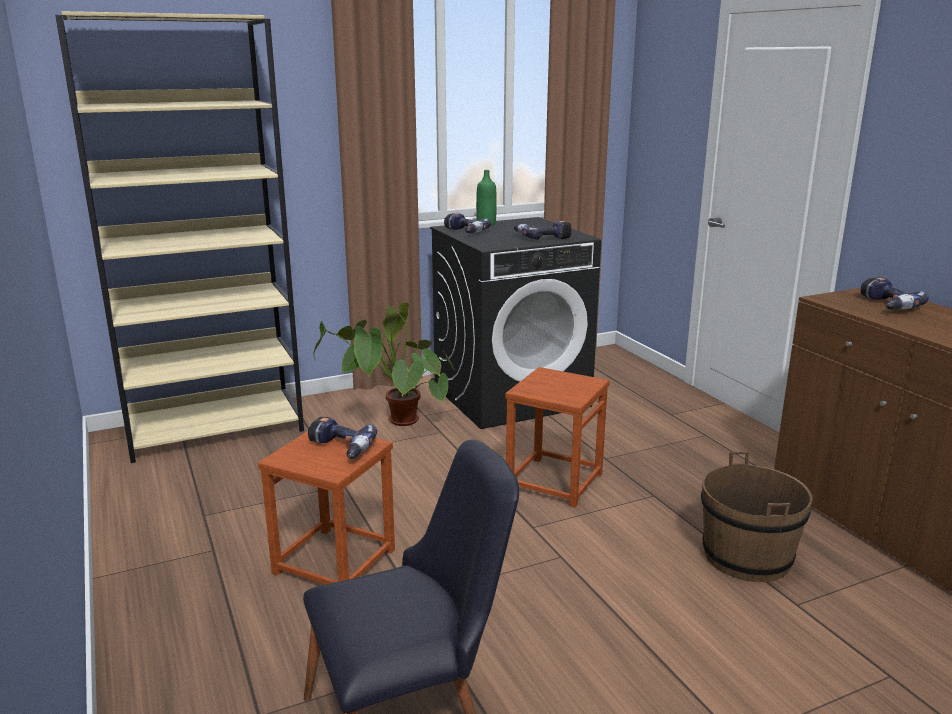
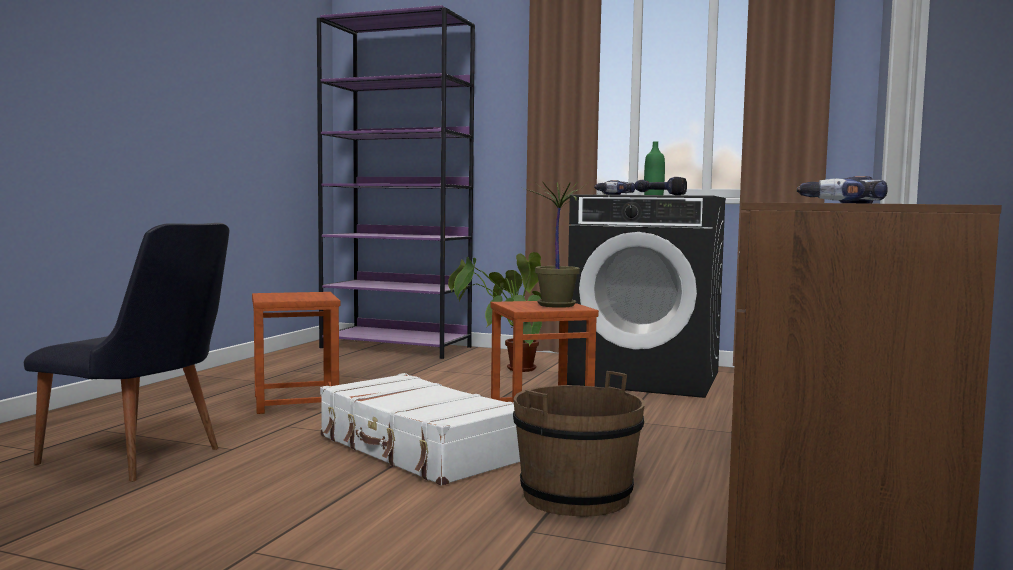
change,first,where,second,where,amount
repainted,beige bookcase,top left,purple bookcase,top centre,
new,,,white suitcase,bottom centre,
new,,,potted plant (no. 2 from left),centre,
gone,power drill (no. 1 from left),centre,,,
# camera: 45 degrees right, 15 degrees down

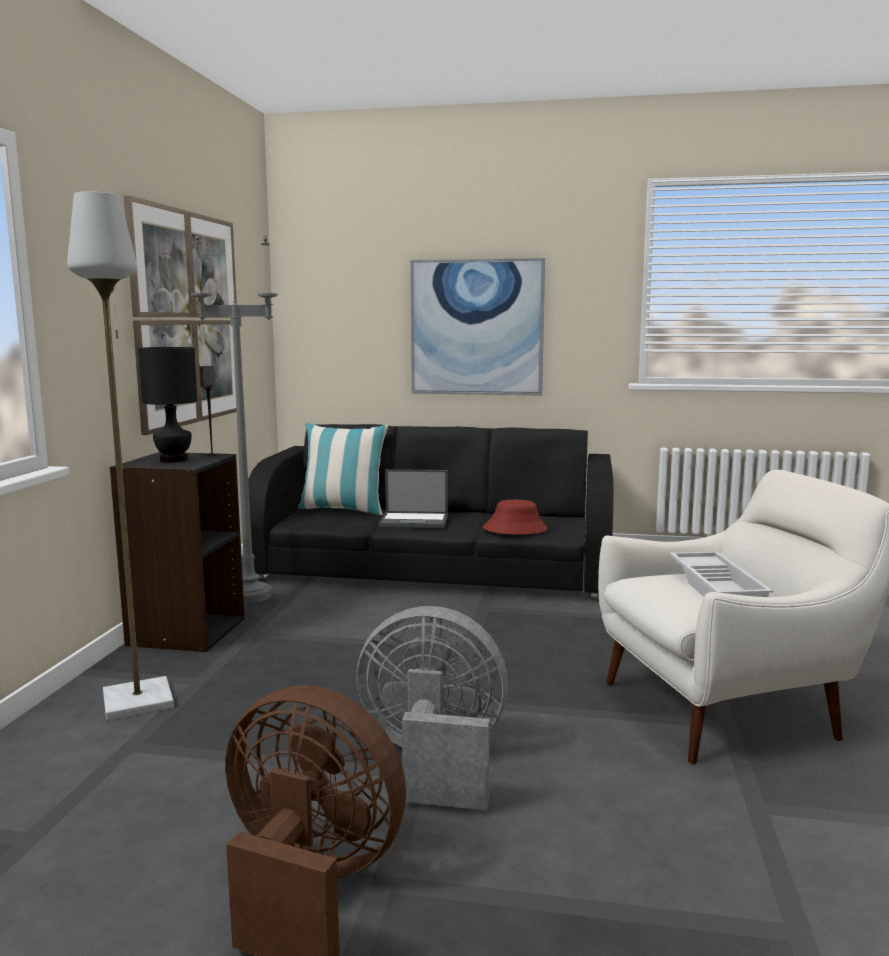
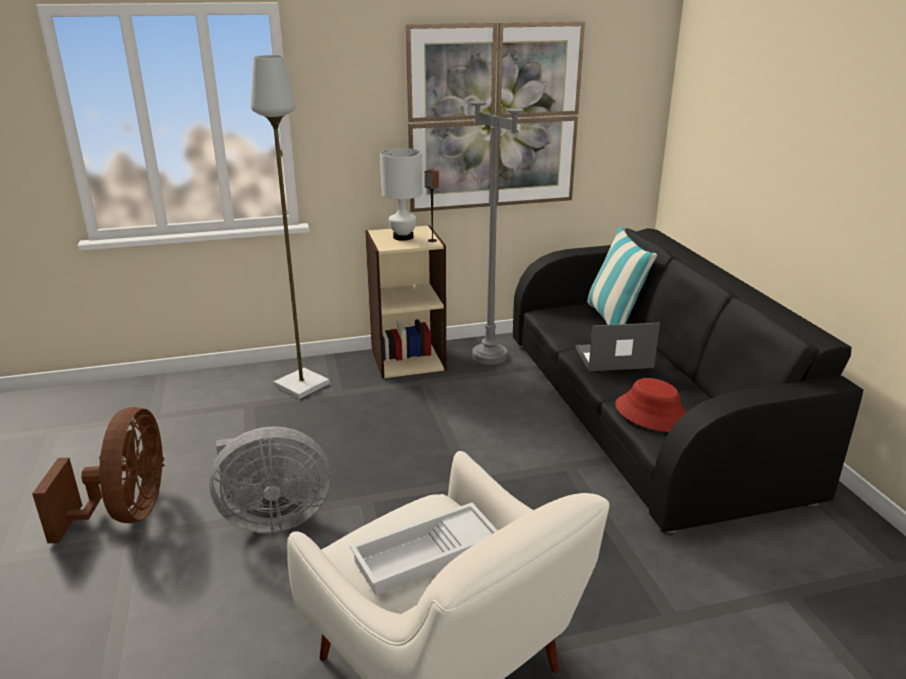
change,first,where,second,where,amount
rotated,grey fan,bottom centre,,bottom left,90 degrees clockwise
repainted,black bookcase,middle left,beige bookcase,centre,
repainted,black table lamp,middle left,white table lamp,top centre,
rotated,laptop,centre,,middle right,105 degrees clockwise
gone,picture (no. 2 from left),centre,,,
# camera: 65 degrees right, 15 degrees up

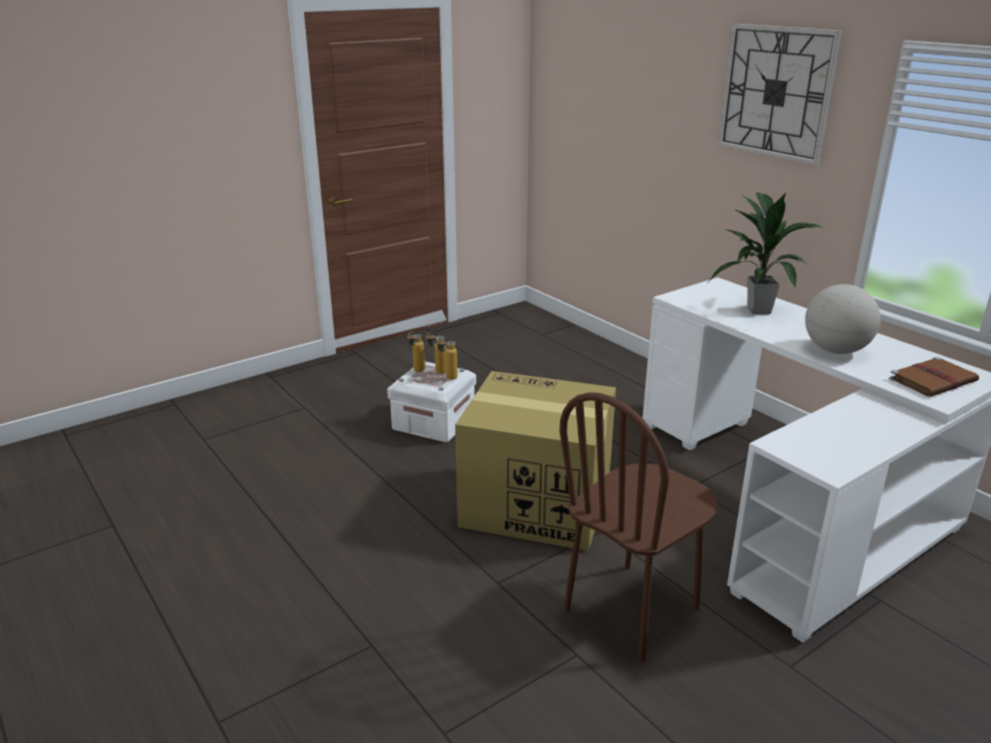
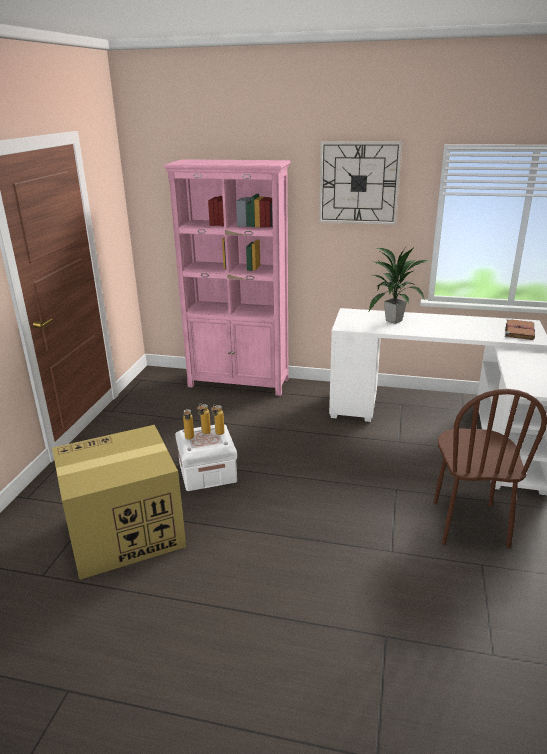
change,first,where,second,where,amount
shifted,cardboard box,centre,,middle left,
new,,,pink bookcase,centre,
gone,globe,middle right,,,
# camera: 40 degrees left, 0 degrees up

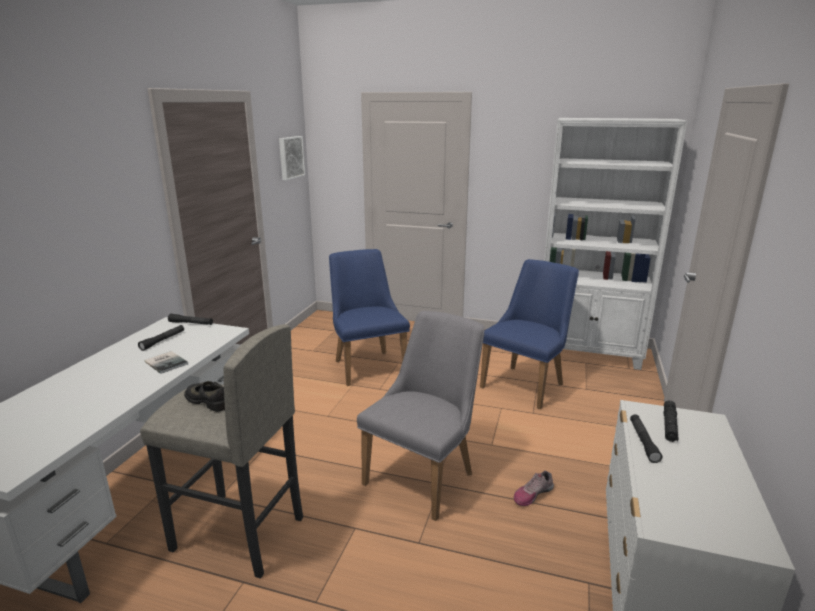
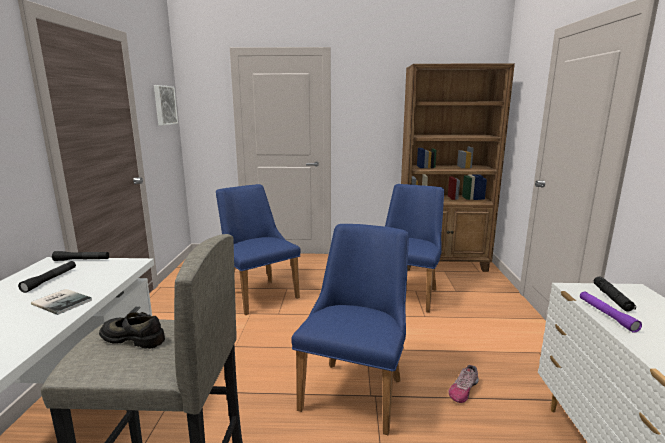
change,first,where,second,where,amount
repainted,grey chair,bottom centre,blue chair (no. 2 from left),bottom centre,
repainted,white bookcase,middle right,brown bookcase,middle right,
repainted,black flashlight (no. 3 from left),bottom right,purple flashlight,bottom right,
# camera: 15 degrees left, 5 degrees down

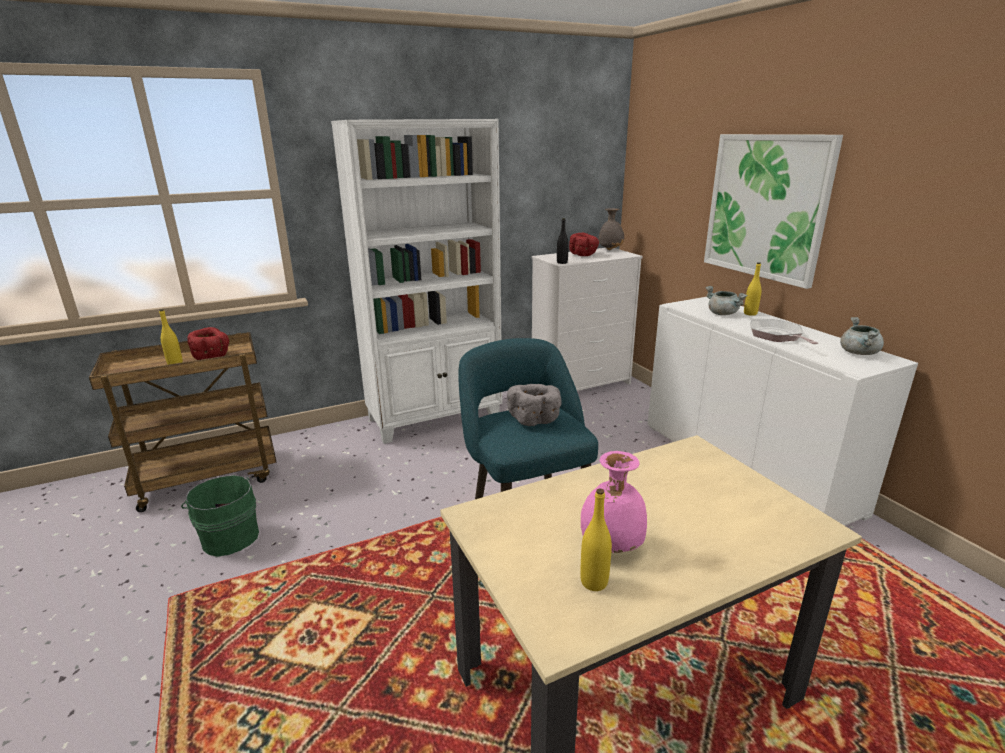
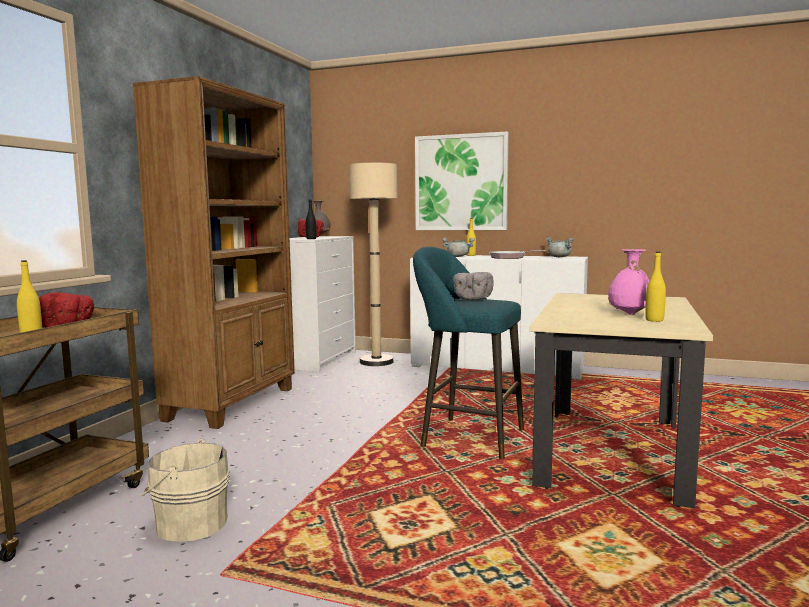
change,first,where,second,where,amount
repainted,white bookcase,centre,brown bookcase,middle left,
repainted,green bucket,bottom left,beige bucket,bottom left,
new,,,beige floor lamp,centre,
# camera: 45 degrees left, 15 degrees down

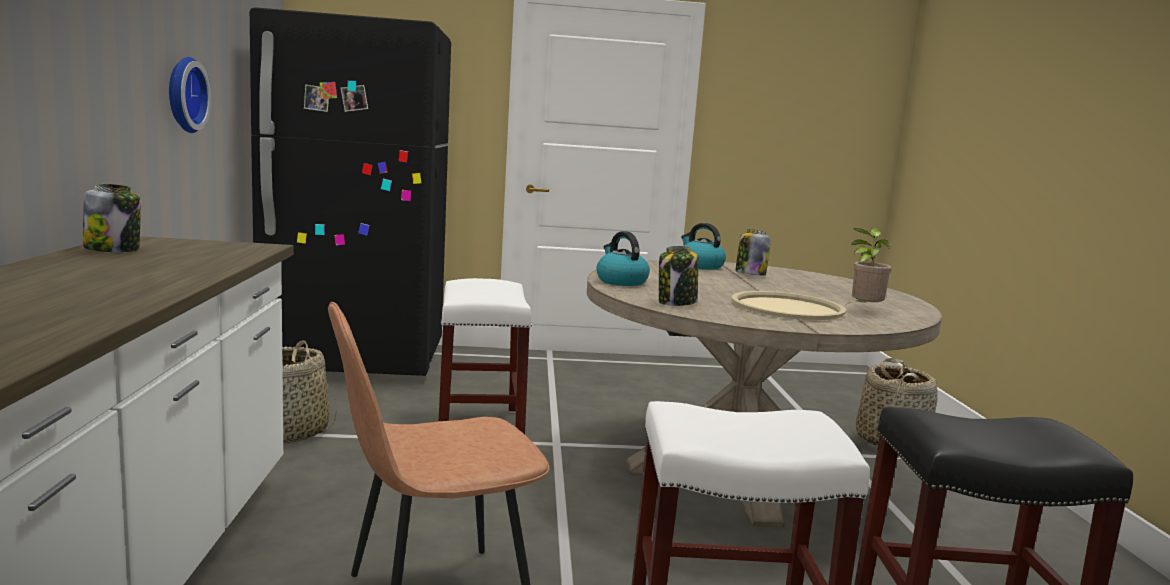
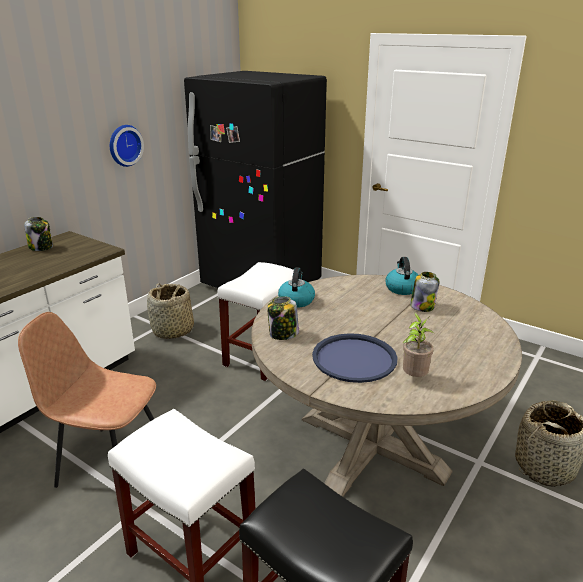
change,first,where,second,where,amount
repainted,beige tray,middle right,blue tray,centre,
# camera: 40 degrees right, 15 degrees up

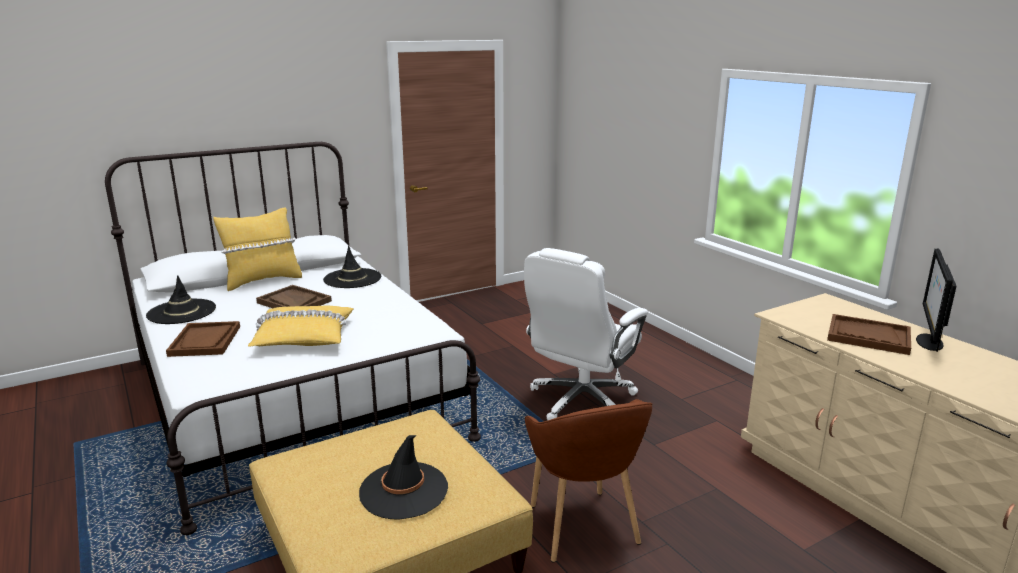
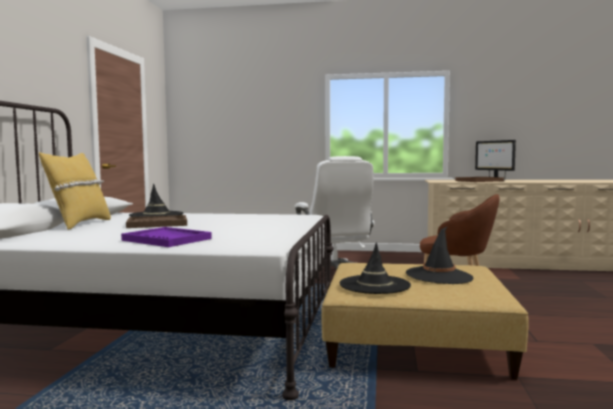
change,first,where,second,where,amount
repainted,brown tray (no. 1 from left),middle left,purple tray,middle left,
shifted,black hat (no. 1 from left in the first image),middle left,black hat (no. 2 from left),centre,
gone,yellow pillow (no. 2 from left),middle left,,,
# camera: 50 degrees left, 15 degrees down

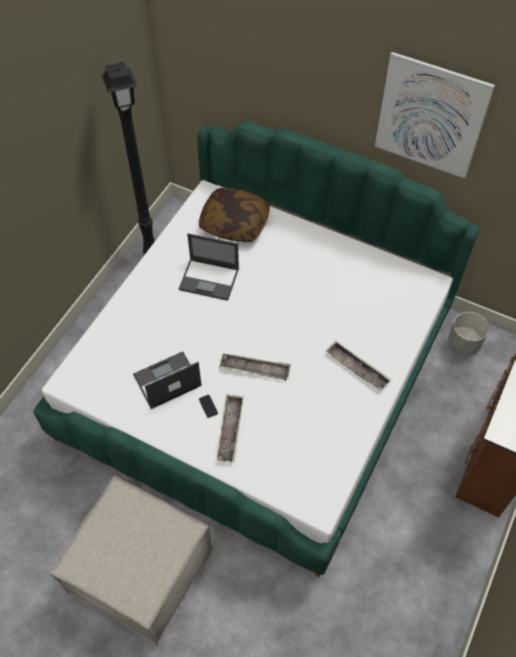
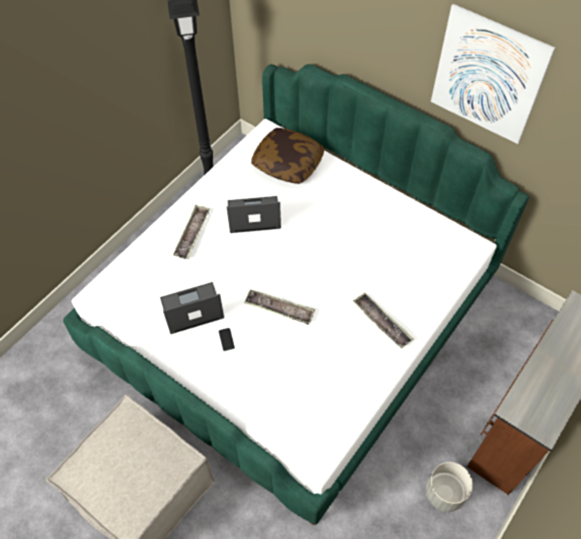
change,first,where,second,where,amount
shifted,tray (no. 1 from left),centre,,middle left,
rotated,laptop (no. 2 from left),centre,,centre,150 degrees clockwise
shifted,grey planter,middle right,,bottom right,
# camera: 10 degrees right, 0 degrees up

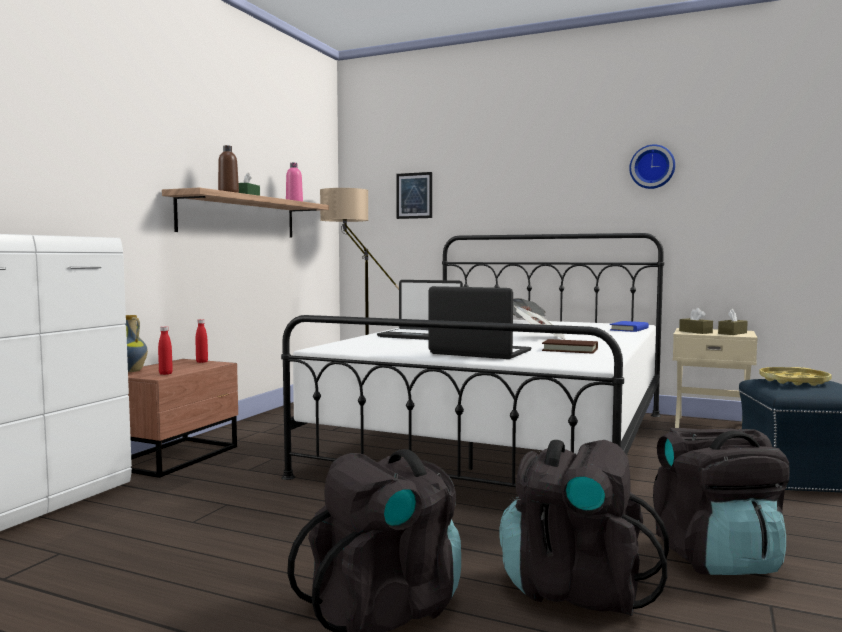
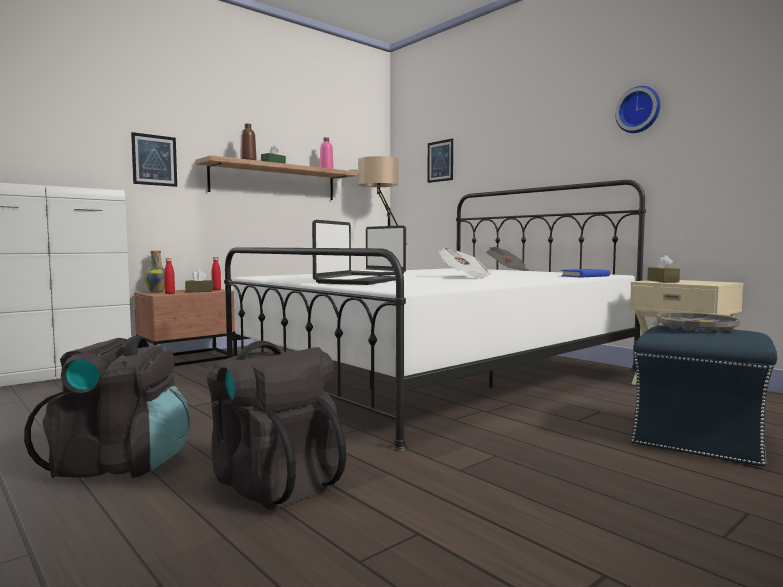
change,first,where,second,where,amount
new,,,picture (no. 1 from left),top left,
shifted,brown tissue box (no. 2 from left in the first image),middle right,brown tissue box (no. 1 from left),middle left,
rotated,laptop (no. 2 from left in the first image),centre,laptop (no. 1 from left),centre,60 degrees clockwise
repainted,yellow tray,middle right,grey tray,middle right,
gone,brown book,middle right,,,
gone,black backpack (no. 3 from left),bottom right,,,
# camera: 25 degrees right, 0 degrees up

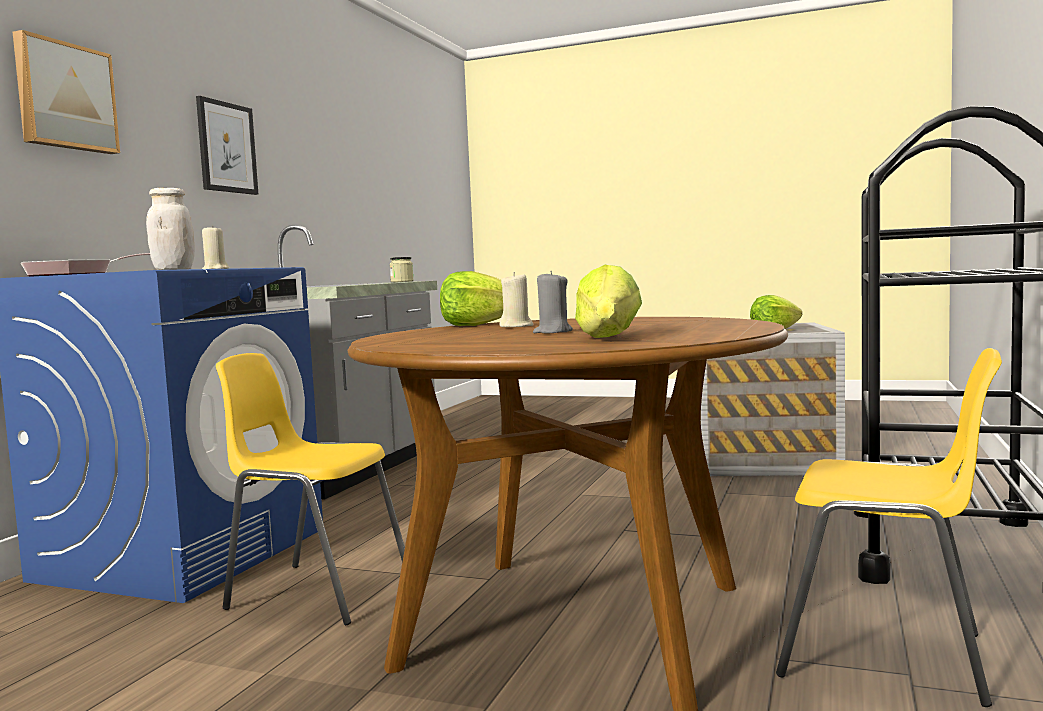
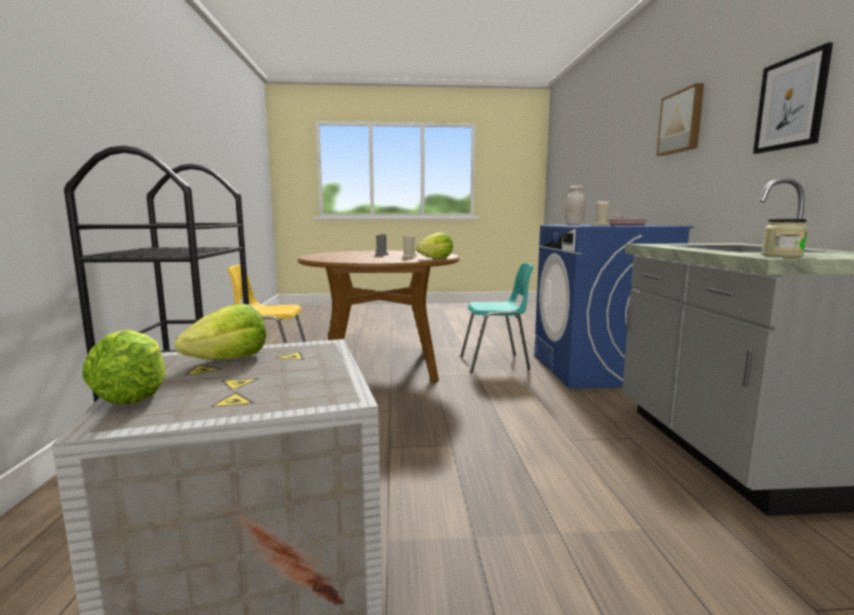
change,first,where,second,where,amount
shifted,lettuce (no. 2 from left in the first image),centre,lettuce (no. 1 from left),middle left,
repainted,yellow chair (no. 1 from left),bottom left,turquoise chair,centre,
# camera: 155 degrees right, 5 degrees up

